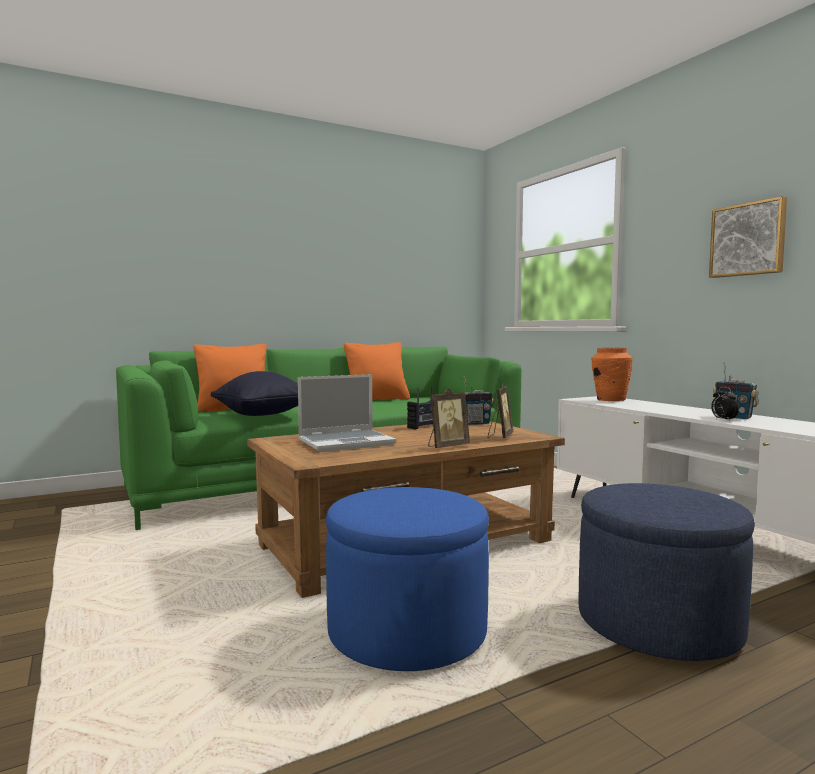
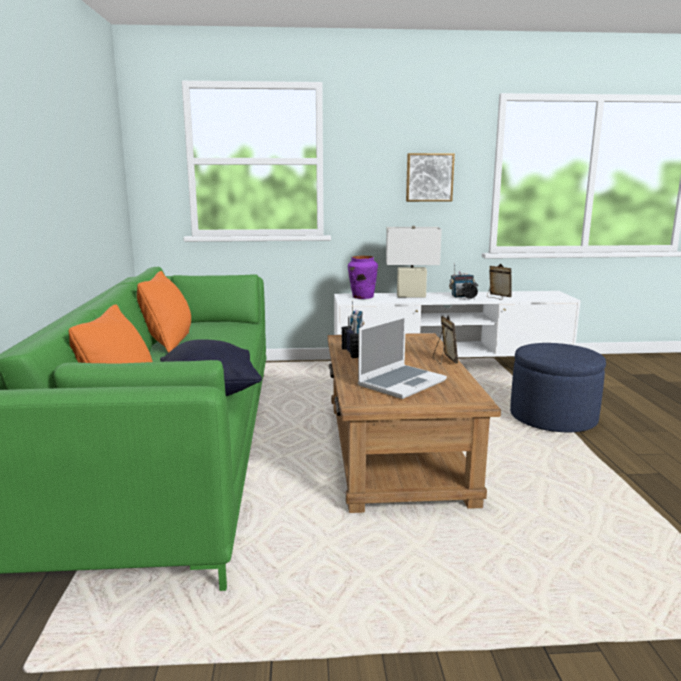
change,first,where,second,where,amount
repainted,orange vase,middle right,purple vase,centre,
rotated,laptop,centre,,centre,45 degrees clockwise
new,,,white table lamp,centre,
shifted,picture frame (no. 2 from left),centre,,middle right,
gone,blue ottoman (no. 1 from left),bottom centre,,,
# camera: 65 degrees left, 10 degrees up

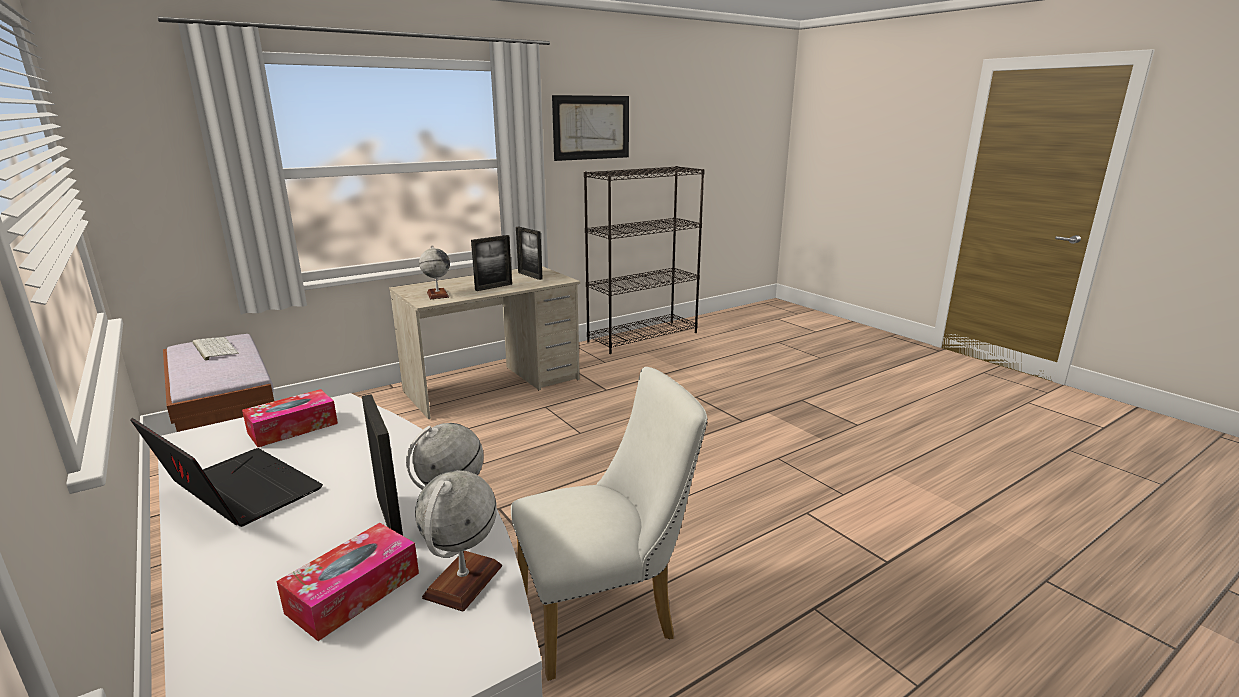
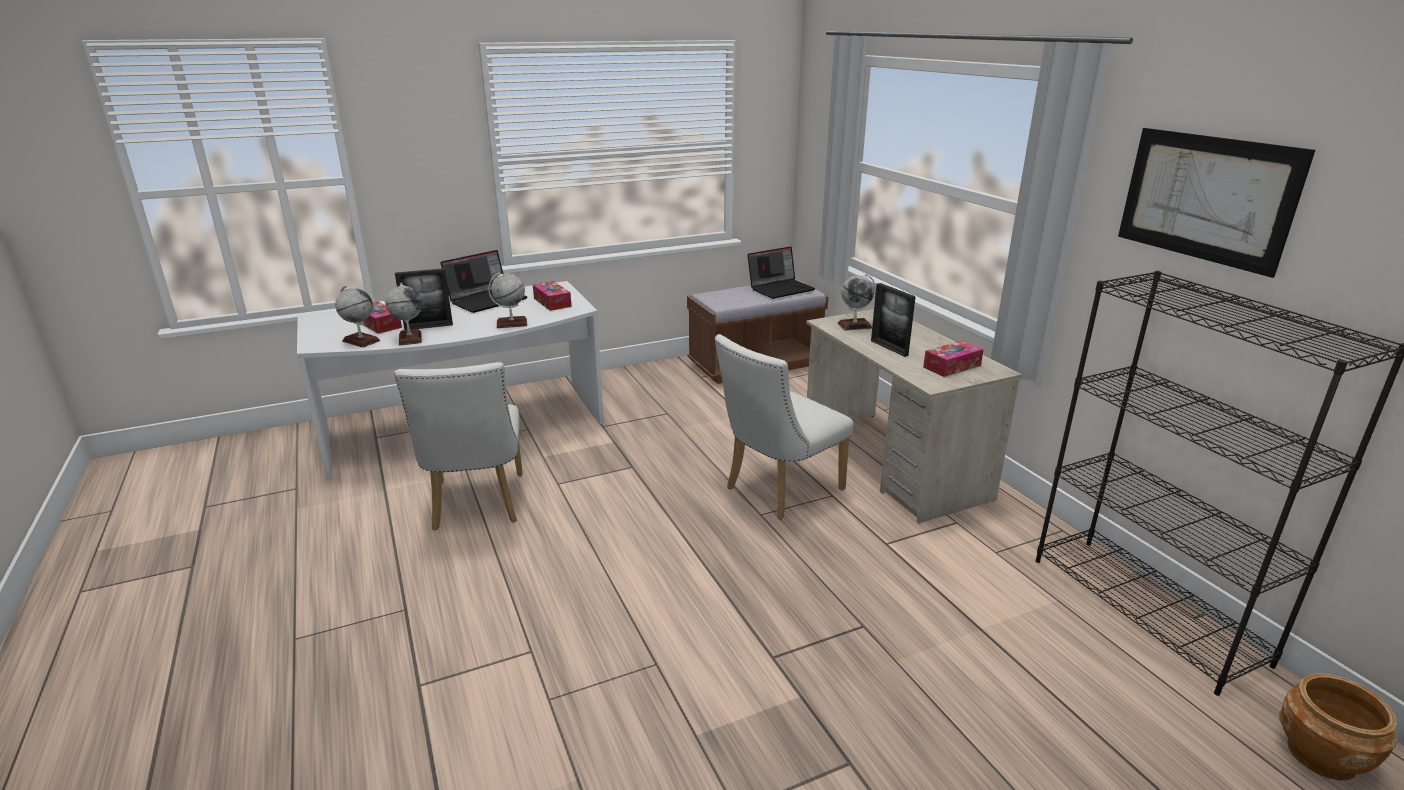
change,first,where,second,where,amount
new,,,globe (no. 3 from left),centre,
new,,,white chair (no. 2 from left),centre,
swapped,keyboard,middle left,laptop (no. 2 from left),centre,
swapped,picture frame (no. 3 from left),centre,tissue box (no. 3 from left),middle right,
new,,,brown planter,bottom right,
# camera: 100 degrees right, 5 degrees up

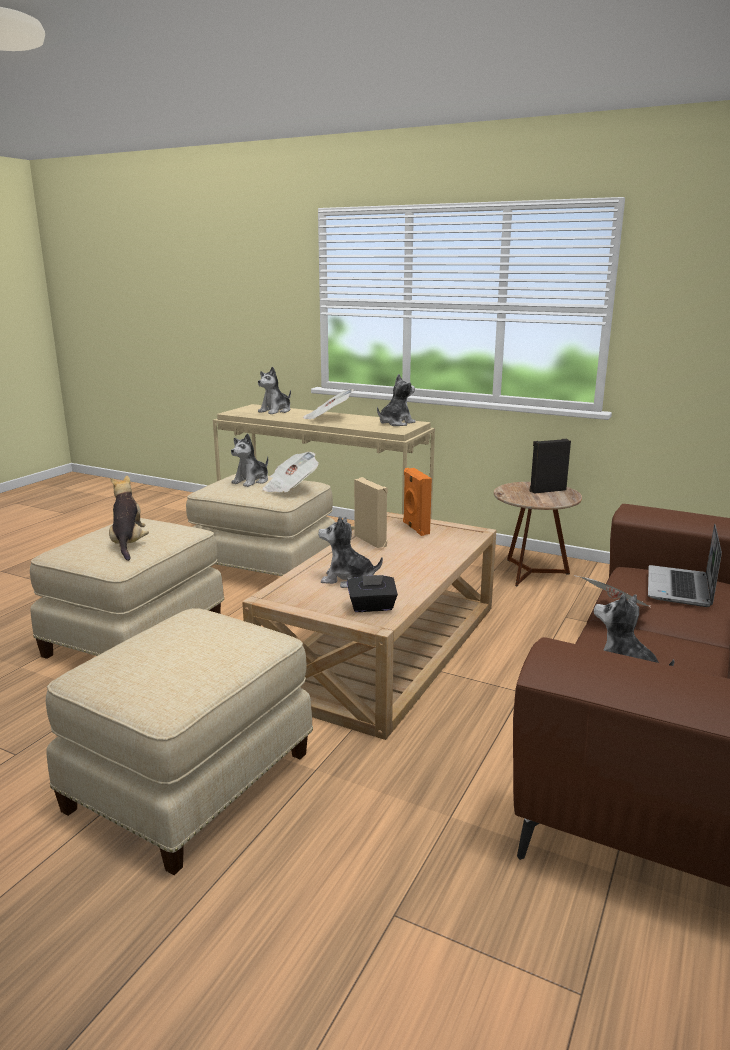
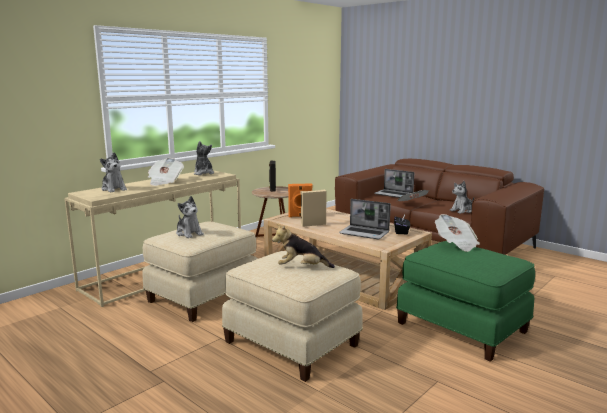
change,first,where,second,where,amount
swapped,plush toy (no. 4 from left),centre,laptop (no. 1 from left),centre,
repainted,beige ottoman (no. 2 from left),bottom left,green ottoman,bottom right,
shifted,newspaper (no. 1 from left in the first image),centre,newspaper (no. 3 from left),middle right,
# camera: 75 degrees left, 5 degrees down

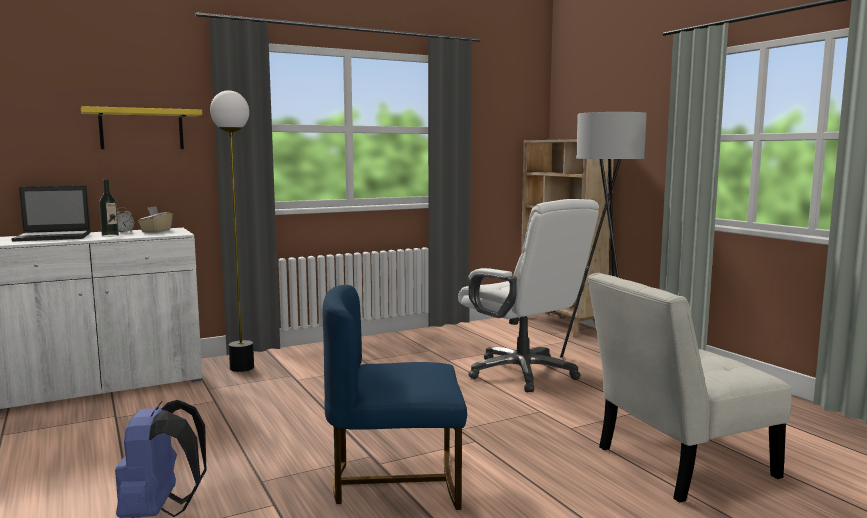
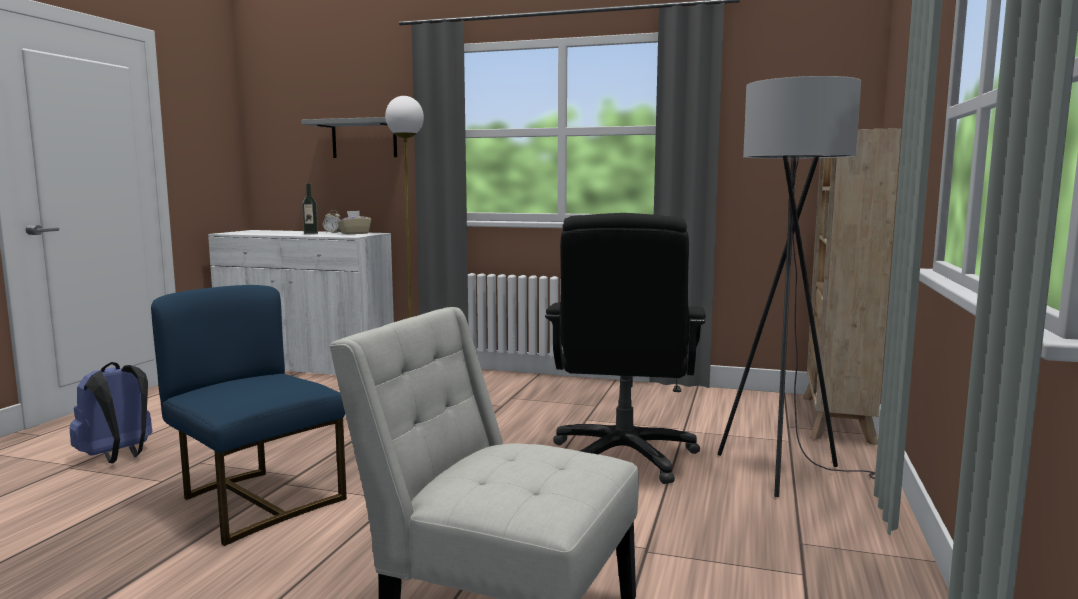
change,first,where,second,where,amount
repainted,yellow shelf,top left,grey shelf,top left,
repainted,white office chair,centre,black office chair,centre,
gone,laptop,middle left,,,
# camera: 45 degrees right, 0 degrees up

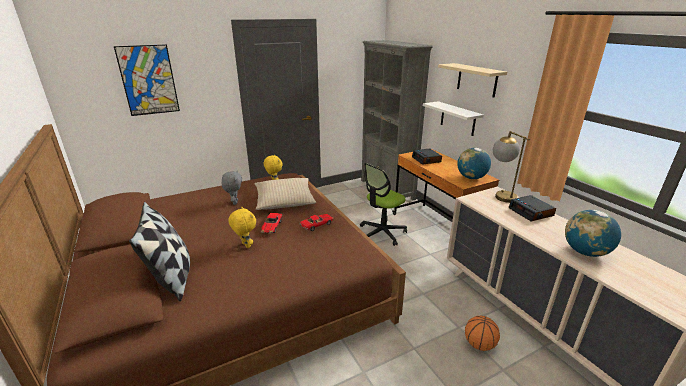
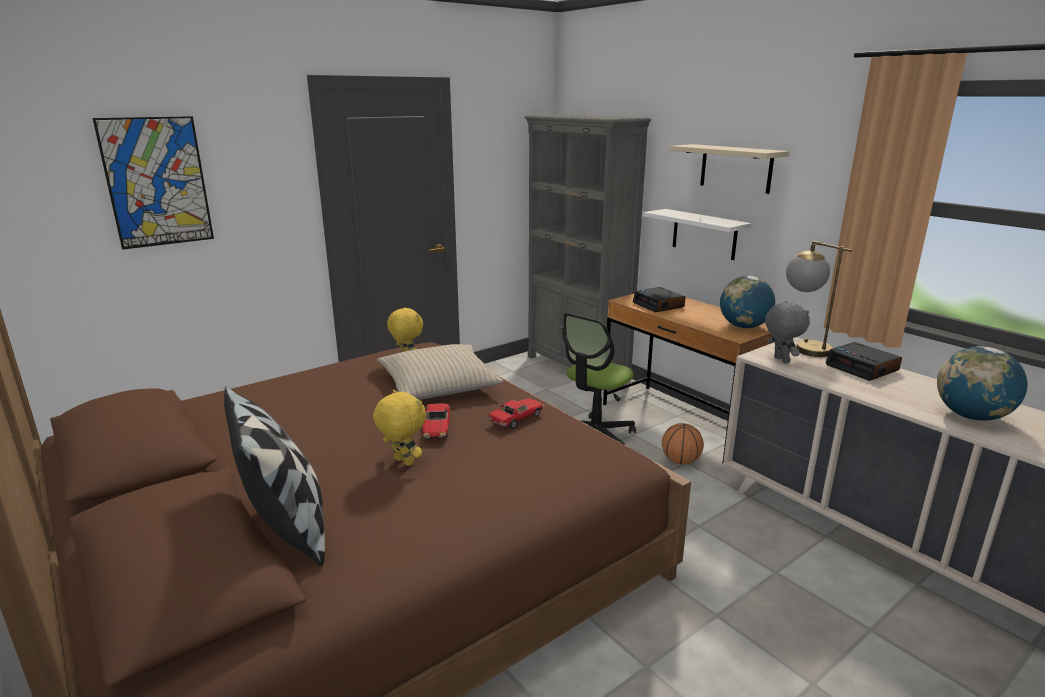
change,first,where,second,where,amount
shifted,basketball,bottom right,,centre,
shifted,grey plush toy,centre,,middle right,
# camera: 10 degrees left, 5 degrees down

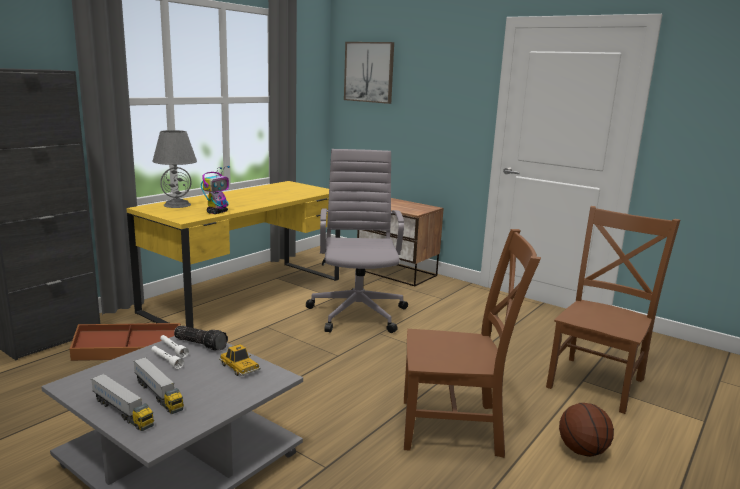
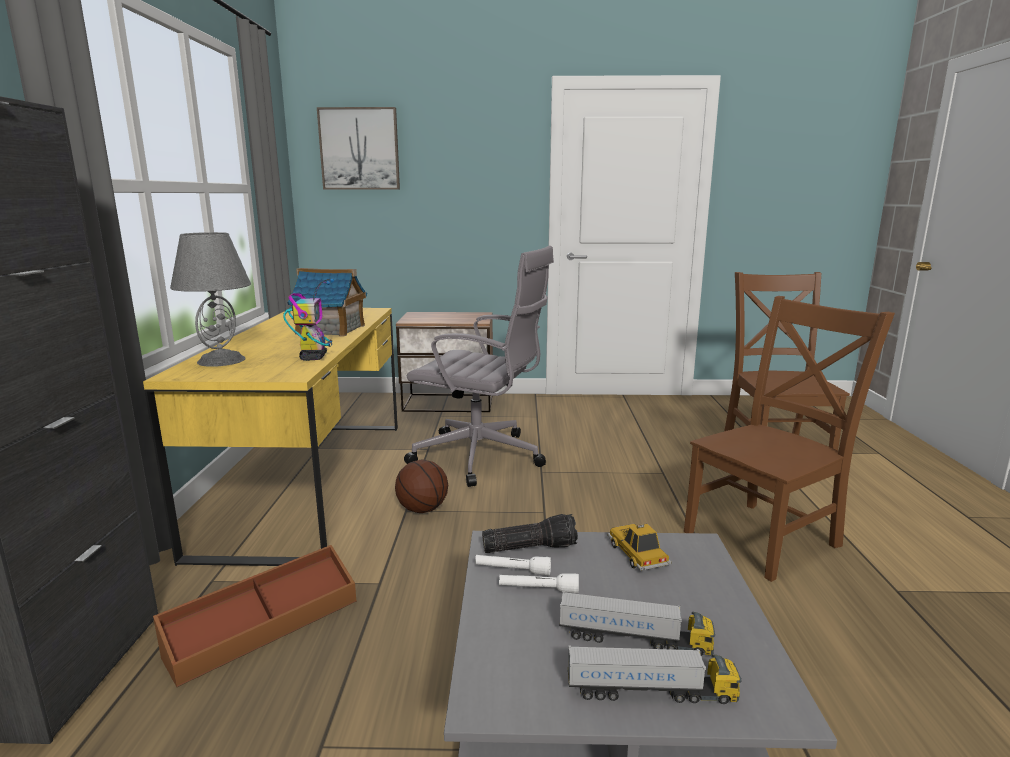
change,first,where,second,where,amount
new,,,toy house,middle left,
shifted,basketball,bottom right,,centre,
rotated,grey office chair,centre,,centre,150 degrees clockwise
rotated,toy car,bottom left,,bottom centre,120 degrees counterclockwise
# camera: 35 degrees left, 0 degrees up

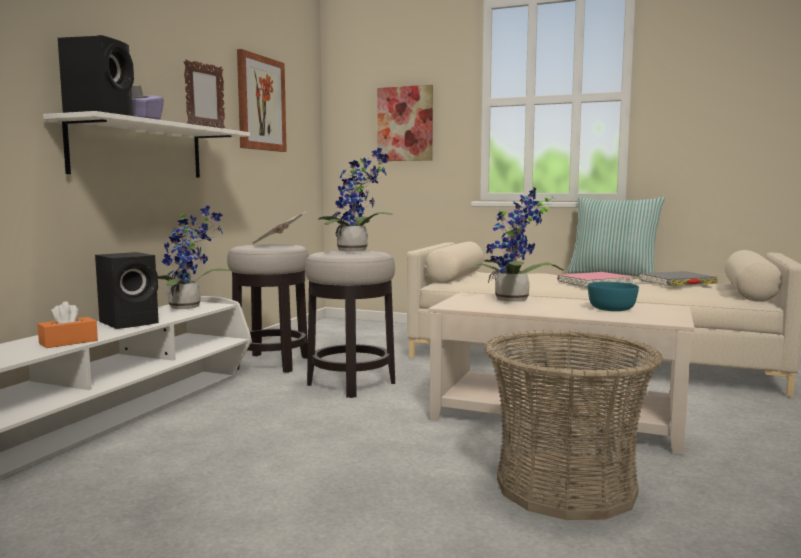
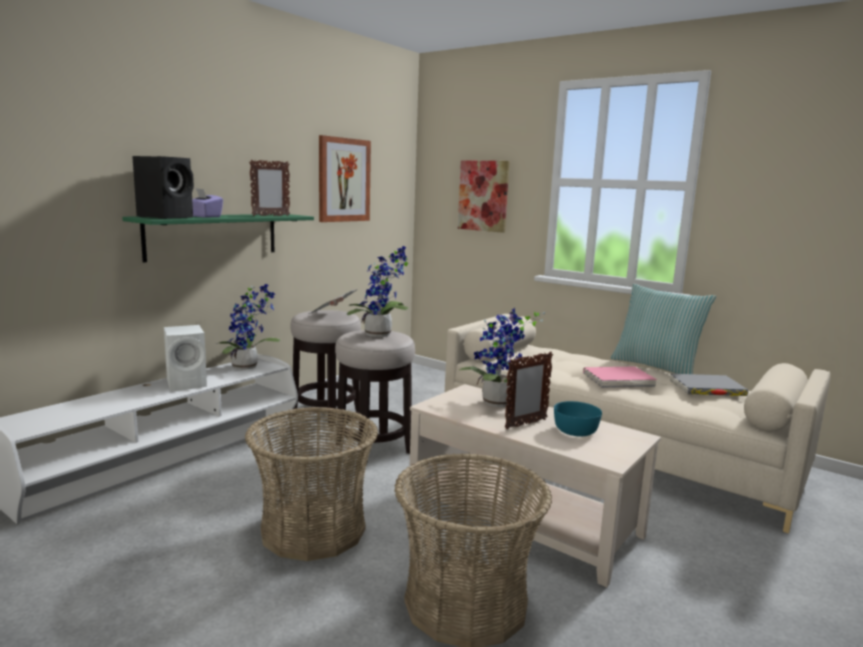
change,first,where,second,where,amount
repainted,white shelf,top left,green shelf,middle left,
repainted,black speaker (no. 2 from left),middle left,white speaker,middle left,
new,,,basket (no. 1 from left),bottom centre,
new,,,picture frame (no. 2 from left),centre,
gone,orange tissue box,middle left,,,
# camera: 15 degrees right, 5 degrees up

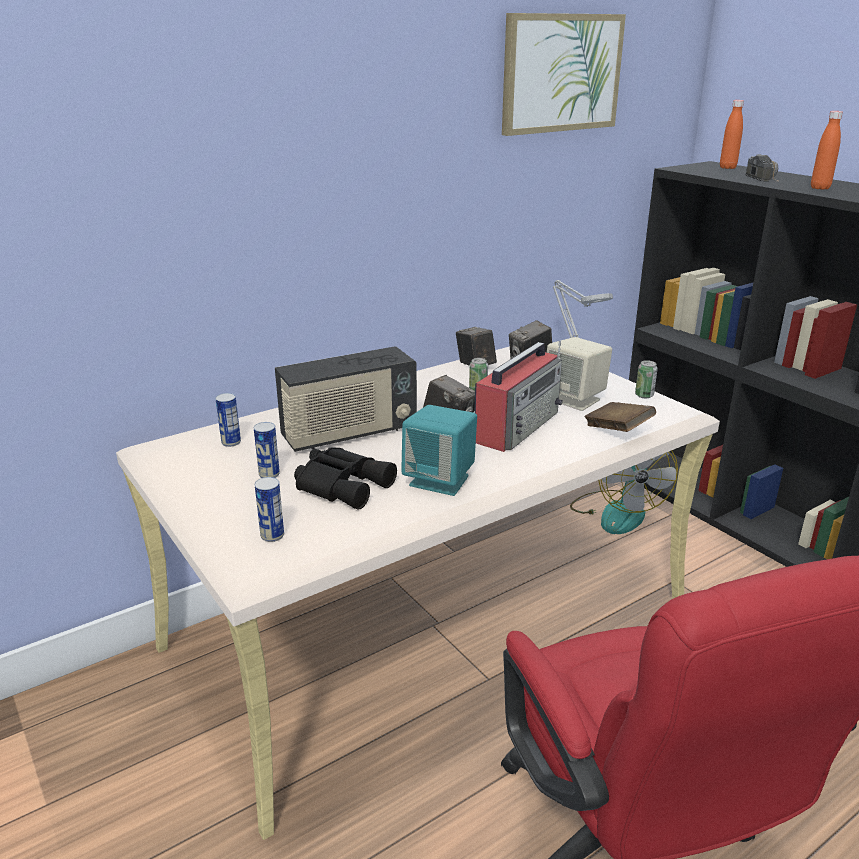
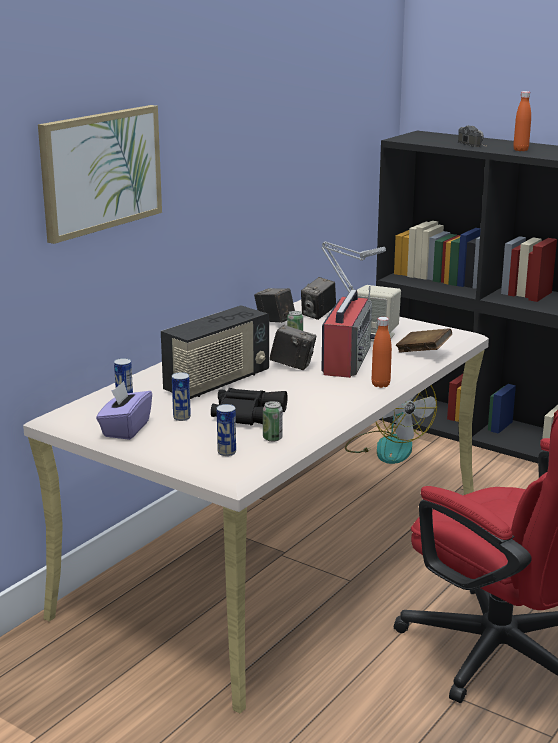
change,first,where,second,where,amount
shifted,picture,top centre,,top left,
new,,,purple tissue box,middle left,
shifted,can (no. 5 from left in the first image),middle right,can (no. 4 from left),centre,
shifted,orange bottle (no. 1 from left),top right,,middle right,
gone,turquoise speaker,centre,,,
# camera: 20 degrees left, 5 degrees down

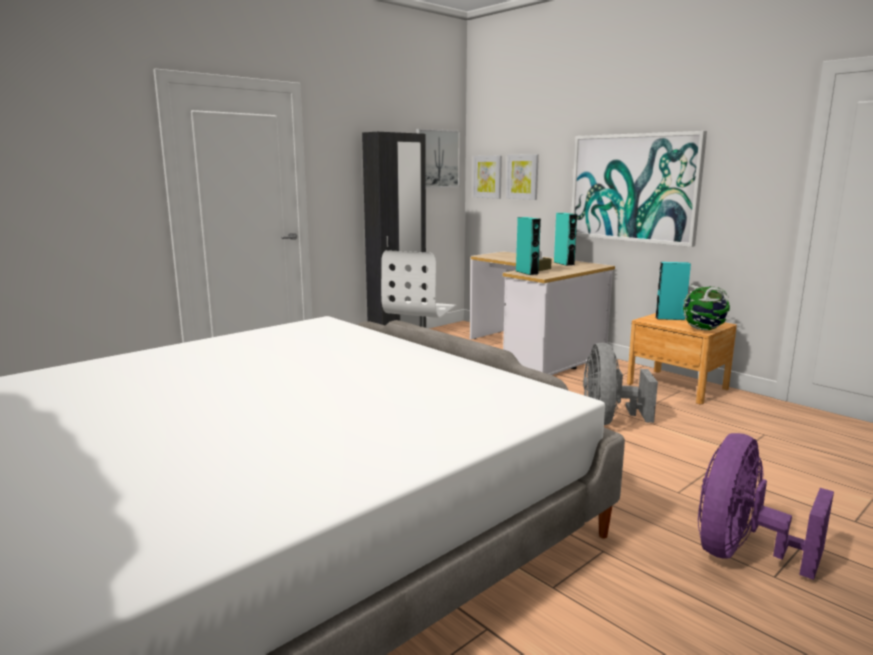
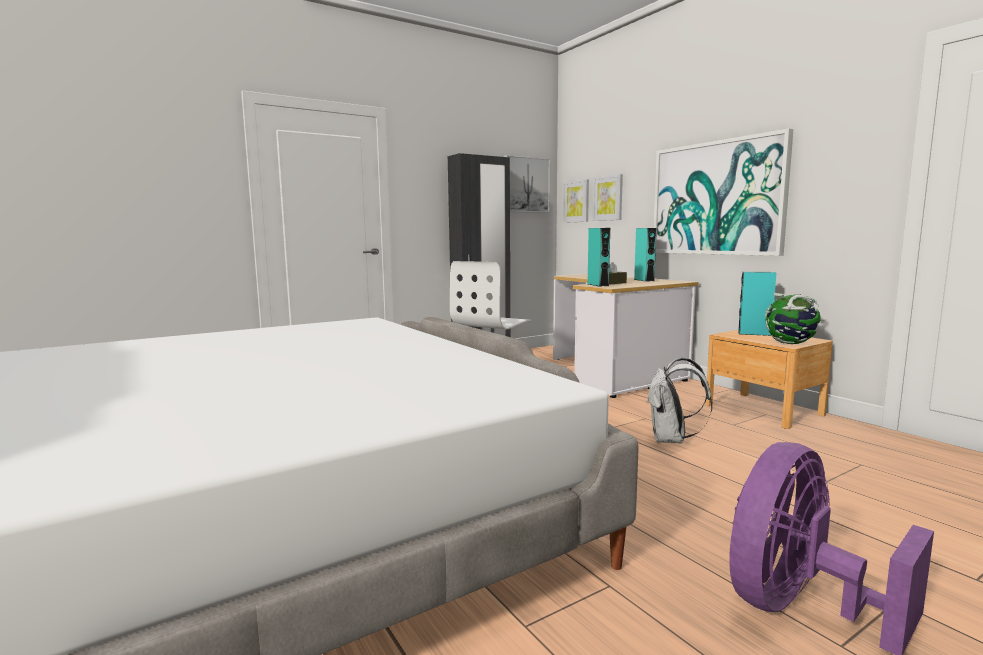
change,first,where,second,where,amount
swapped,grey fan,middle right,white backpack,middle right,
# camera: 10 degrees right, 5 degrees down

